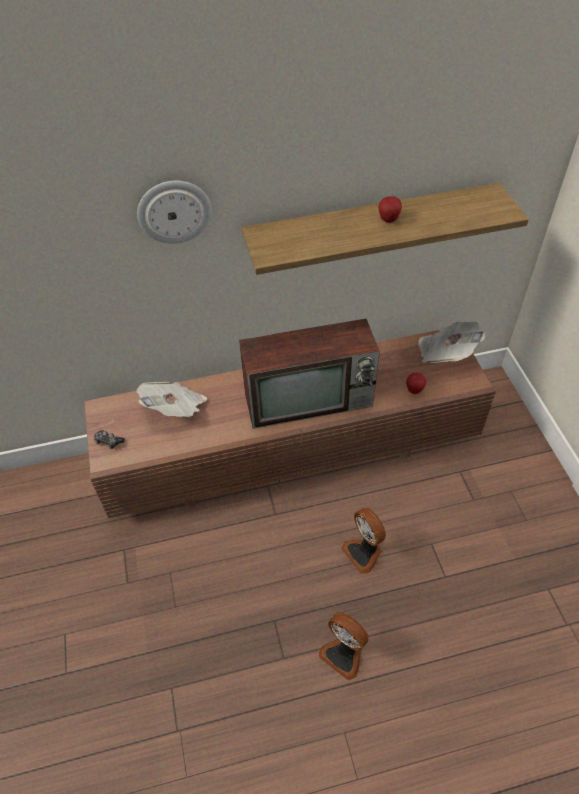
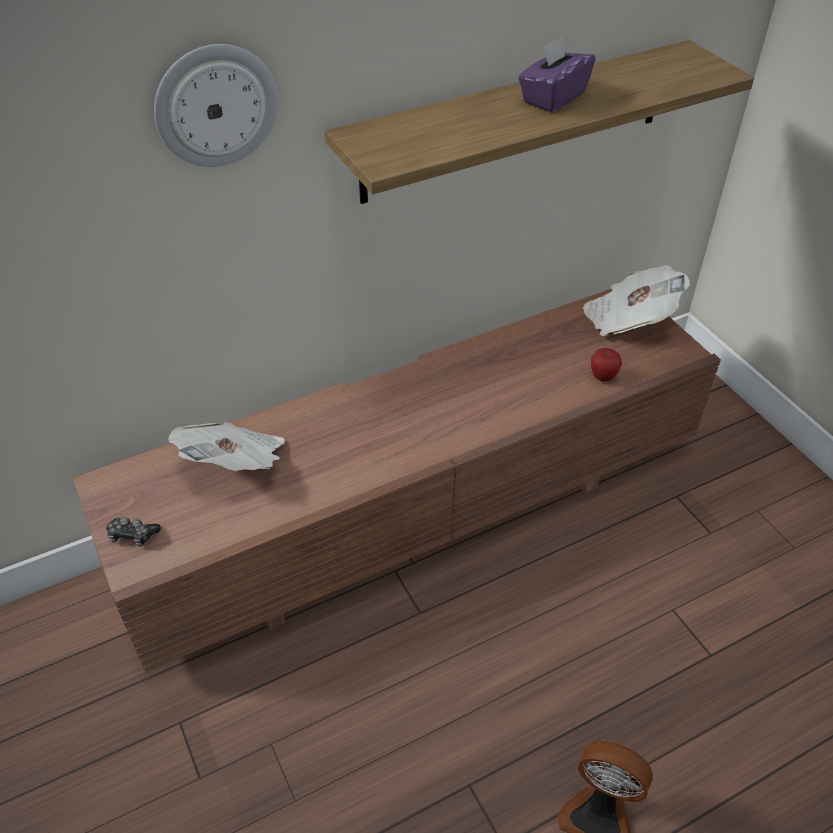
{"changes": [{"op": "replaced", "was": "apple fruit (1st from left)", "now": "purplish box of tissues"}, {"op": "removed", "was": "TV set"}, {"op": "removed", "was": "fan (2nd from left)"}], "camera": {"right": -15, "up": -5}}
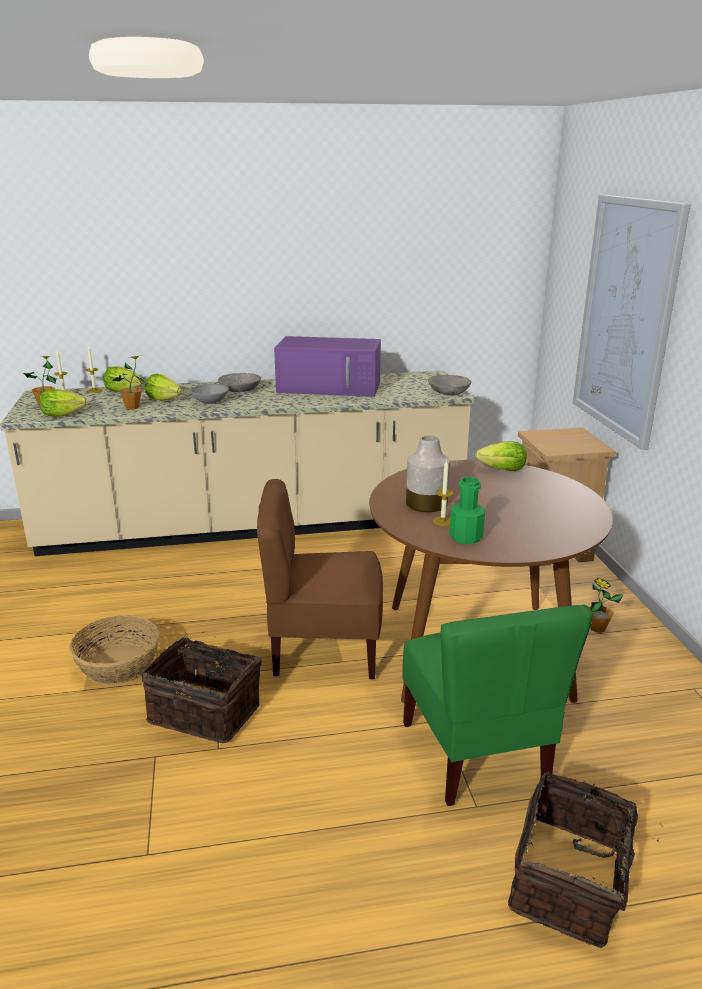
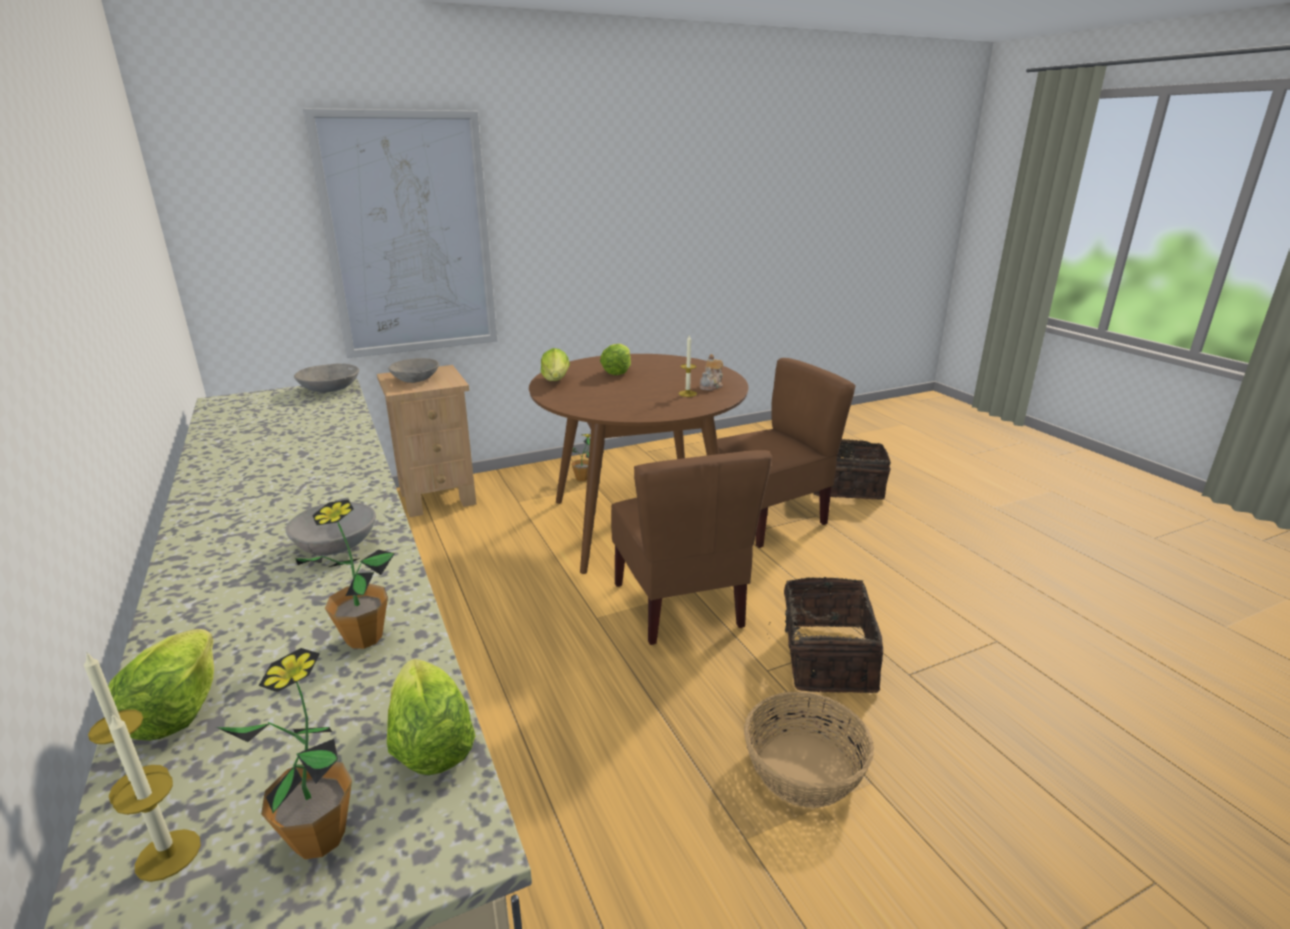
{"changes": [{"op": "moved", "was": "grey deep dish (2nd from left in the first image)", "now": "grey deep dish (3rd from left)"}, {"op": "moved", "was": "lettuce (3rd from left in the first image)", "now": "lettuce (4th from left)"}, {"op": "replaced", "was": "green beverage bottle", "now": "teapot"}, {"op": "recoloured", "was": "green chair", "now": "brownish chair (2nd from left)"}, {"op": "removed", "was": "purplish microwave oven"}, {"op": "removed", "was": "sand-coloured vase"}], "camera": {"right": -105, "up": 0}}
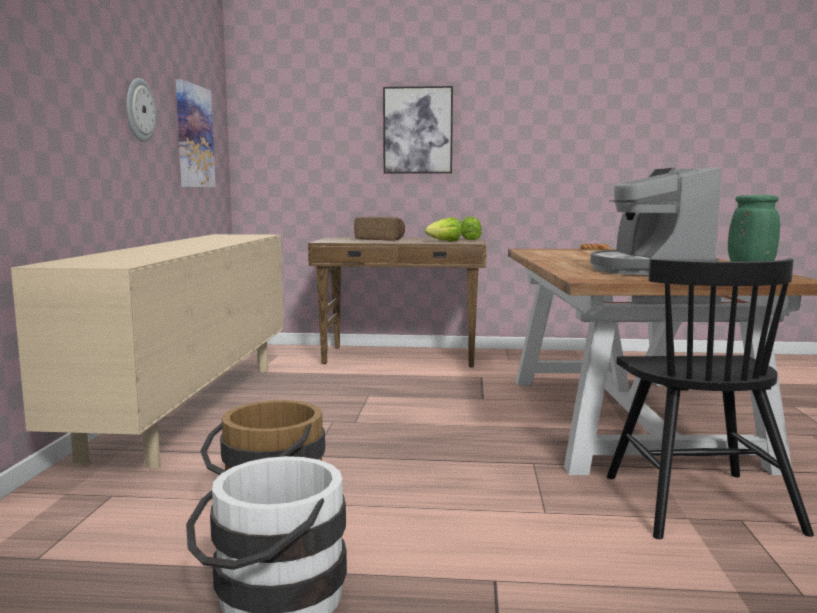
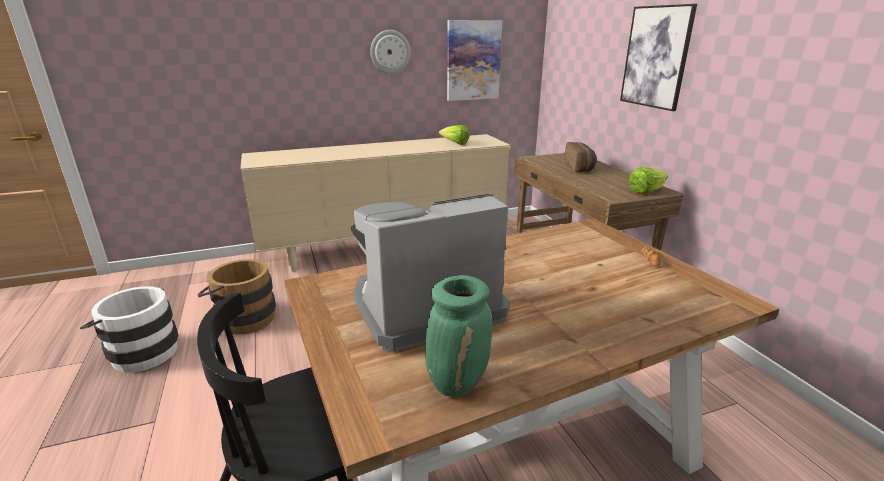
{"changes": [{"op": "moved", "was": "lettuce (1st from left)"}], "camera": {"right": 65, "up": 15}}
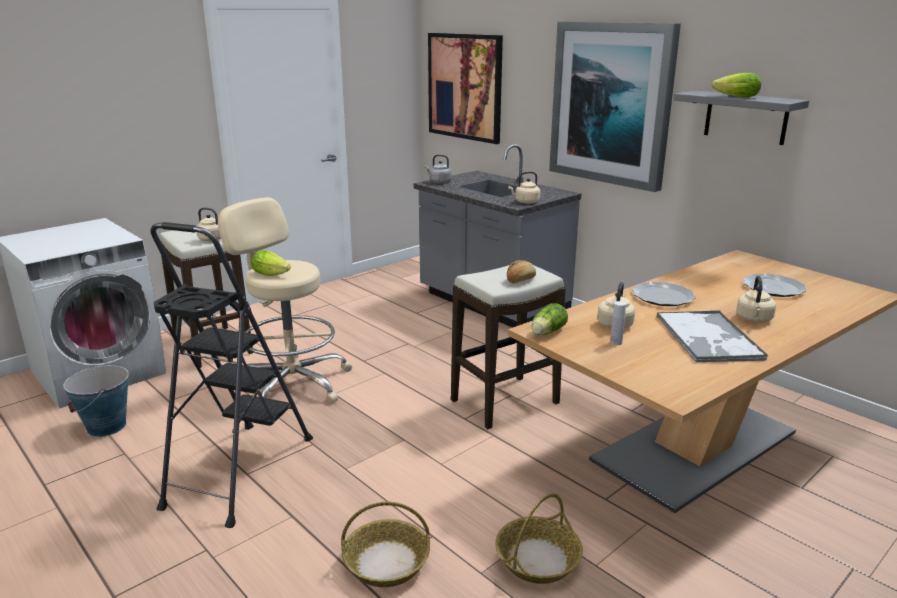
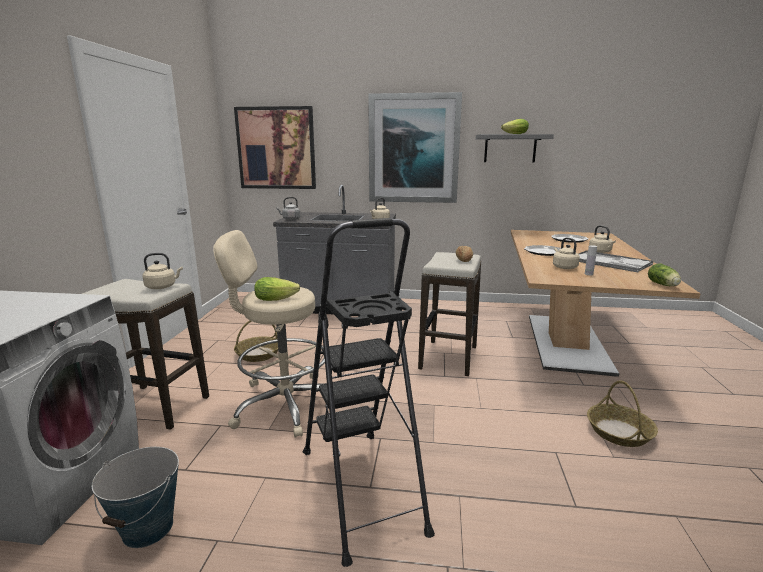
{"changes": [{"op": "moved", "was": "storage basket (1st from left)"}, {"op": "moved", "was": "lettuce (2nd from left in the first image)", "now": "lettuce (3rd from left)"}], "camera": {"right": -40, "up": -5}}
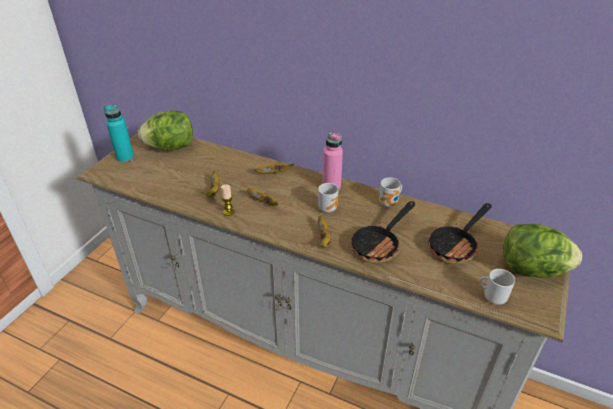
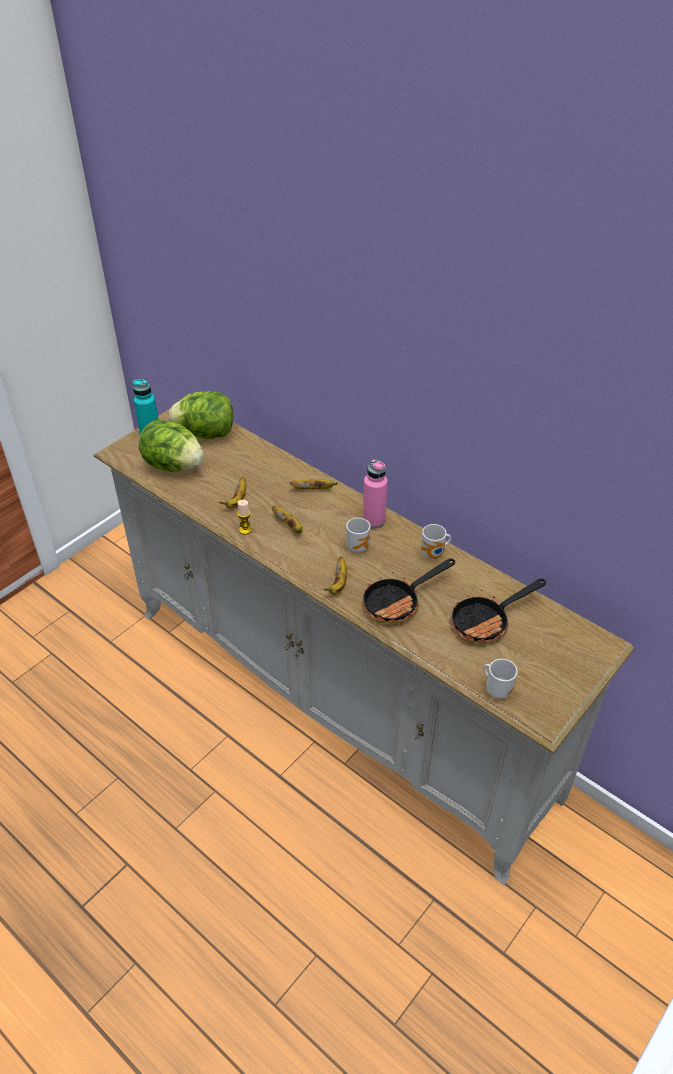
{"changes": [{"op": "moved", "was": "lettuce (2nd from left in the first image)", "now": "lettuce (1st from left)"}], "camera": {"right": 15, "up": 5}}
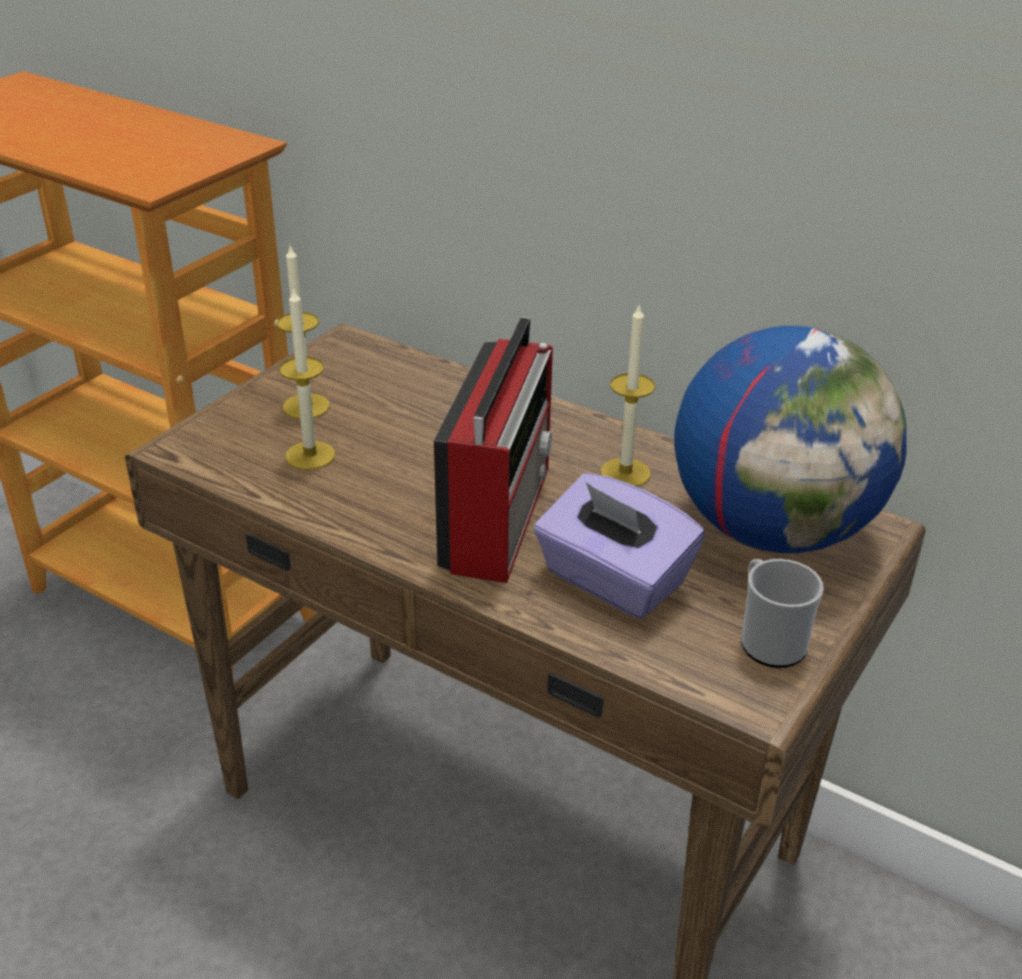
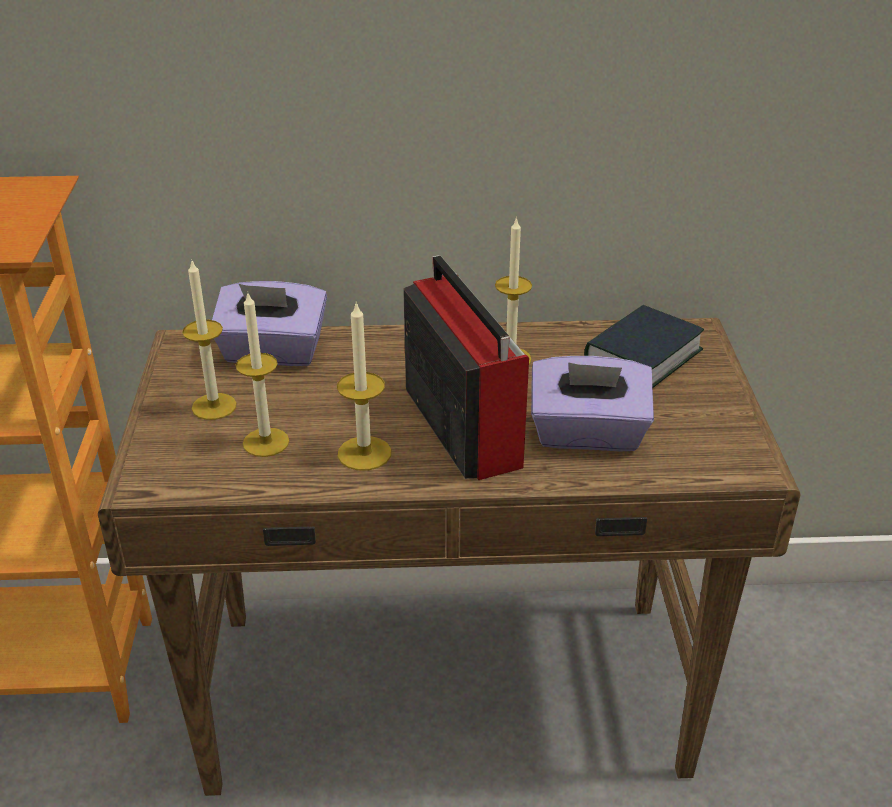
{"changes": [{"op": "added", "now": "purplish box of tissues (1st from left)"}, {"op": "added", "now": "wax candle (3rd from left)"}, {"op": "replaced", "was": "desk globe", "now": "book"}, {"op": "removed", "was": "tea mug"}], "camera": {"right": -35, "up": 0}}
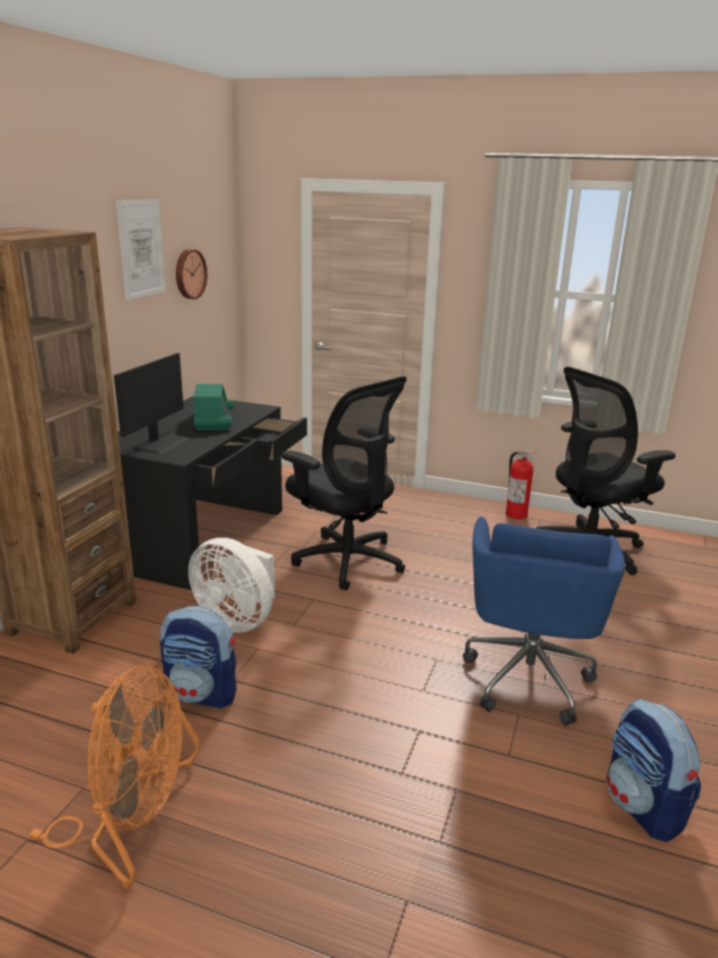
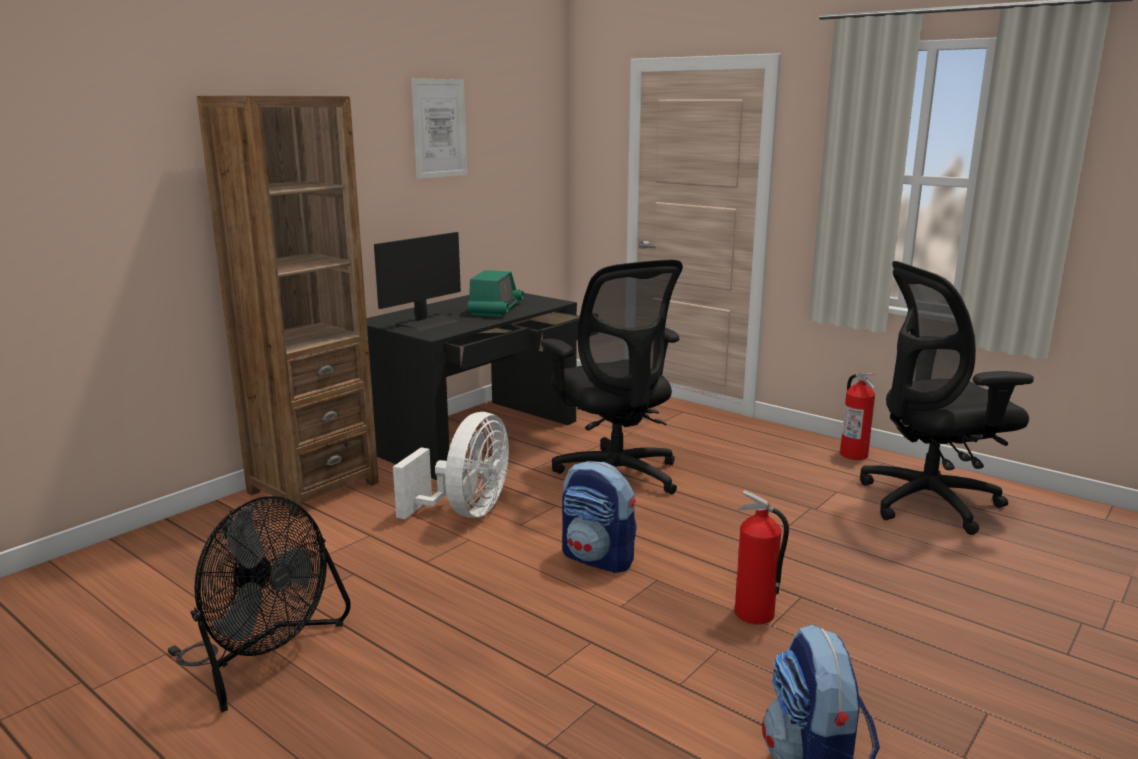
{"changes": [{"op": "recoloured", "was": "orange fan", "now": "black-coloured fan"}, {"op": "turned", "was": "white-coloured fan", "clockwise": -120}, {"op": "moved", "was": "backpack (1st from left)"}, {"op": "replaced", "was": "blue-coloured computer chair", "now": "fire-fighting cylinder (1st from left)"}, {"op": "removed", "was": "hanging clock"}], "camera": {"right": 20, "up": -5}}
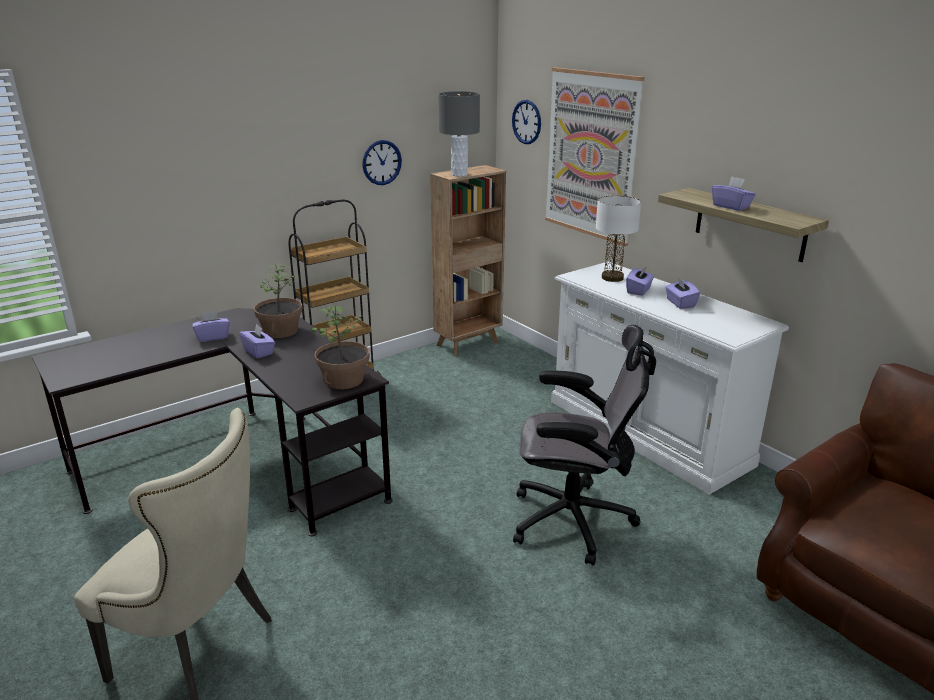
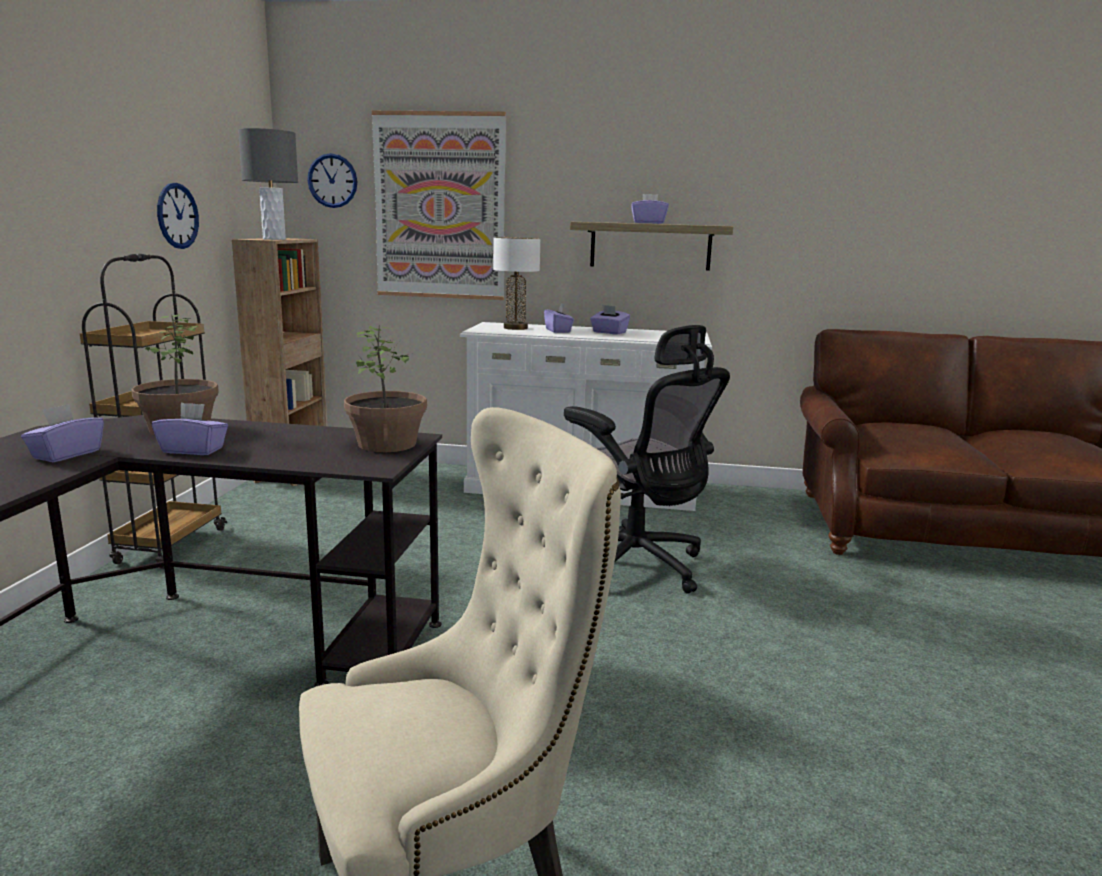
{"changes": [{"op": "turned", "was": "computer chair", "clockwise": 90}], "camera": {"right": -45, "up": -10}}
